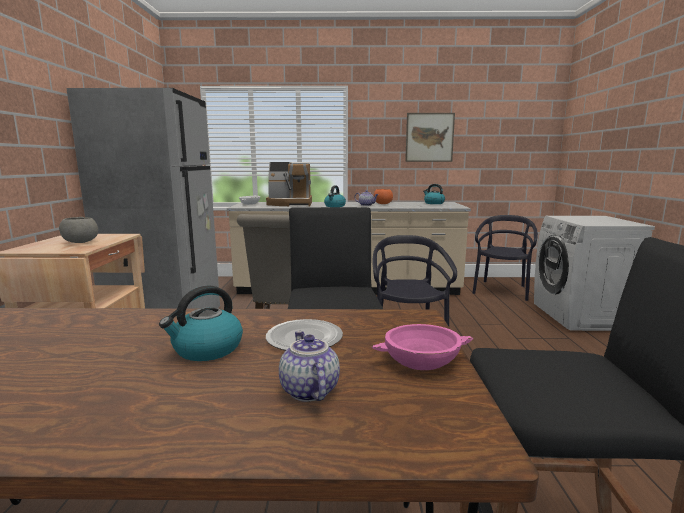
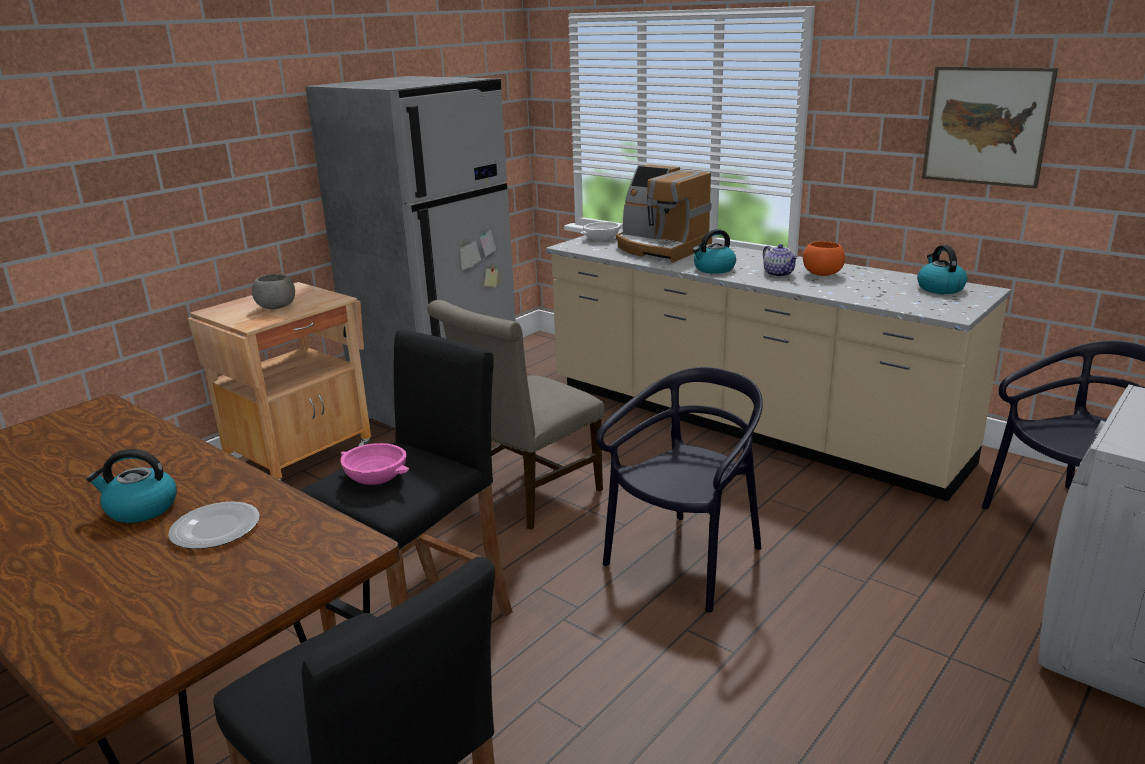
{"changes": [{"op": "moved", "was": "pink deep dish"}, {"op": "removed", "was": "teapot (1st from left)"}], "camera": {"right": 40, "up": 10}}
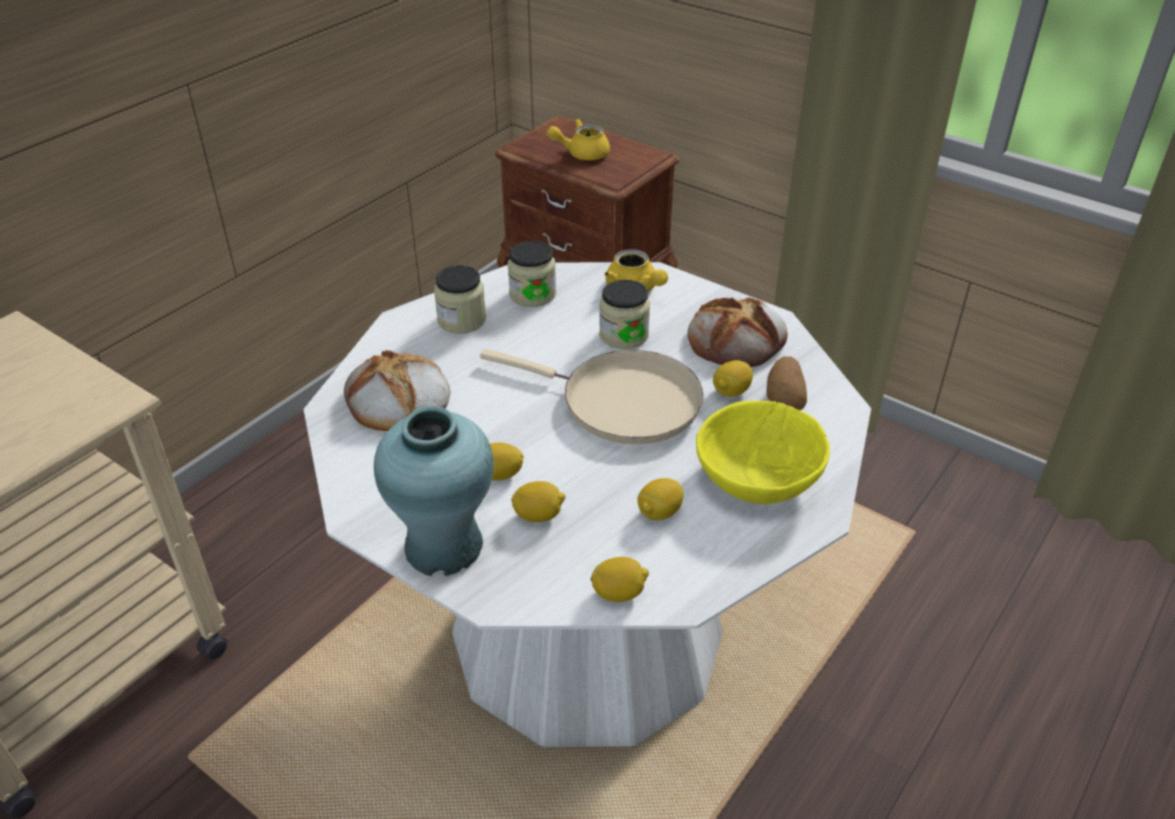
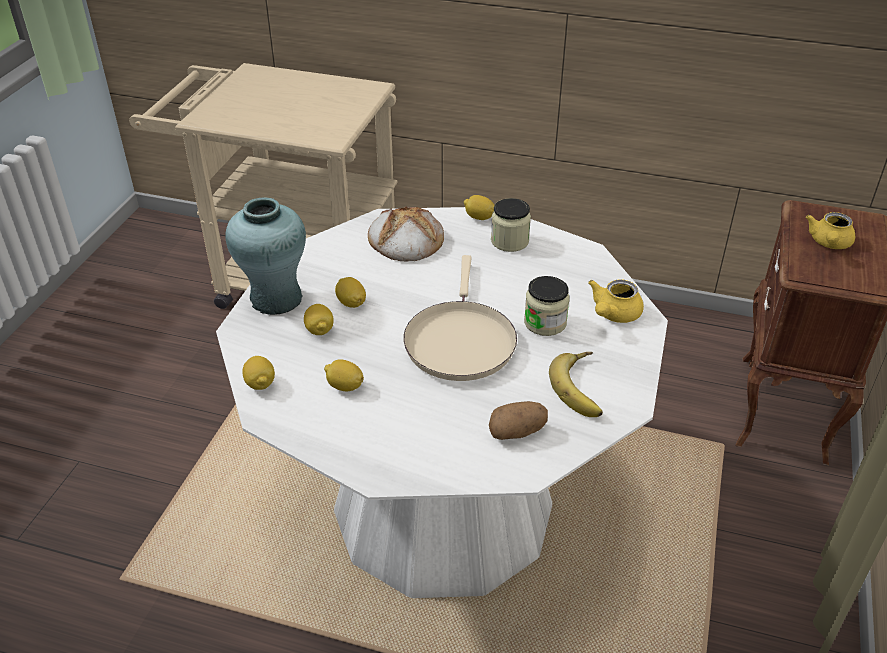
{"changes": [{"op": "moved", "was": "citrus fruit (5th from left)"}, {"op": "replaced", "was": "bread (2nd from left)", "now": "banana fruit"}, {"op": "turned", "was": "yellow-coloured teapot (1st from left in the first image)", "clockwise": -120}, {"op": "removed", "was": "preserve jar (2nd from left)"}, {"op": "removed", "was": "yellow-coloured deep dish"}], "camera": {"right": 70, "up": 0}}
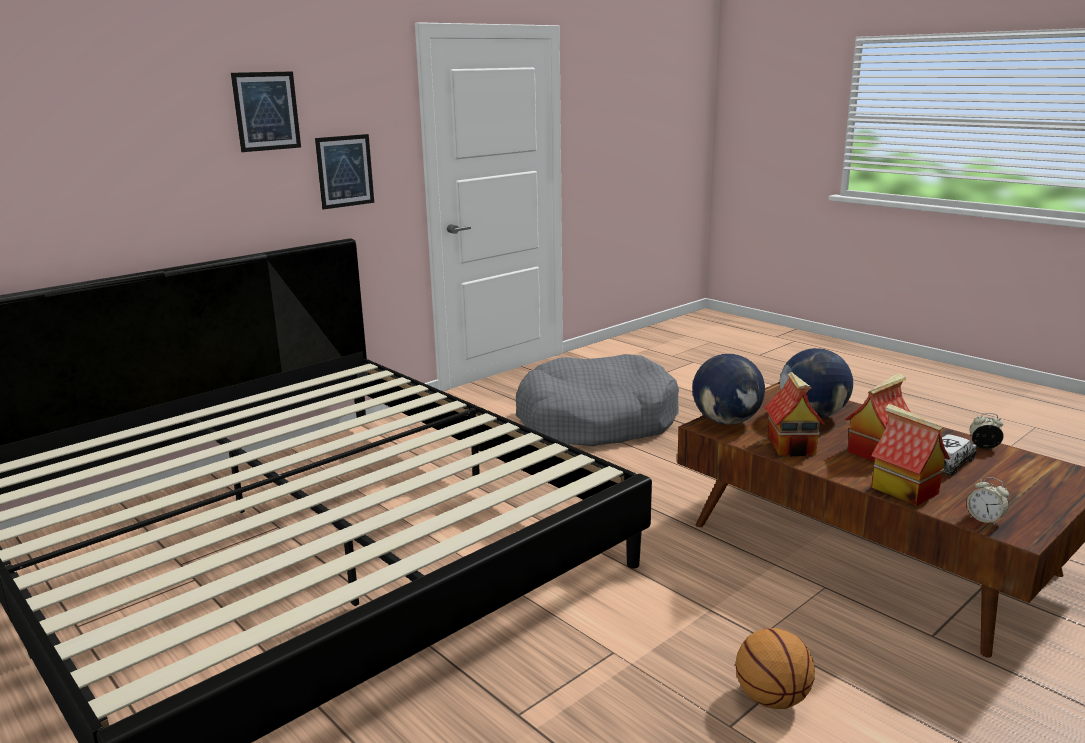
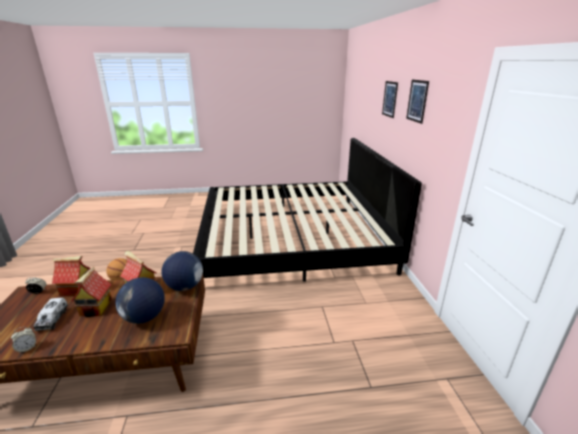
{"changes": [{"op": "moved", "was": "picture (2nd from left in the first image)", "now": "picture (1st from left)"}, {"op": "removed", "was": "grey dog bed"}], "camera": {"right": 125, "up": 5}}
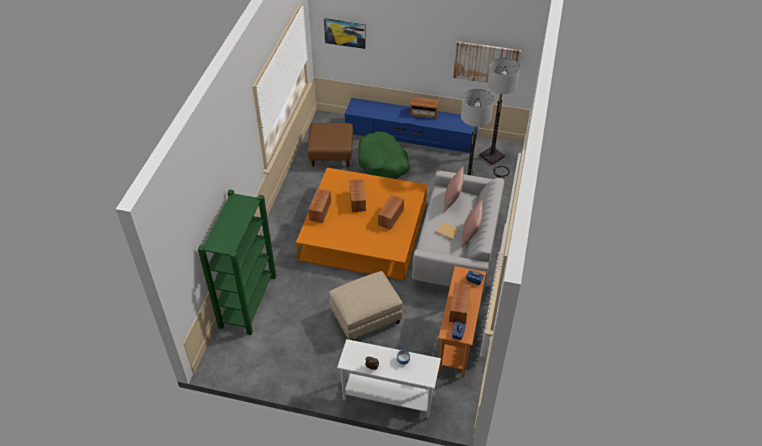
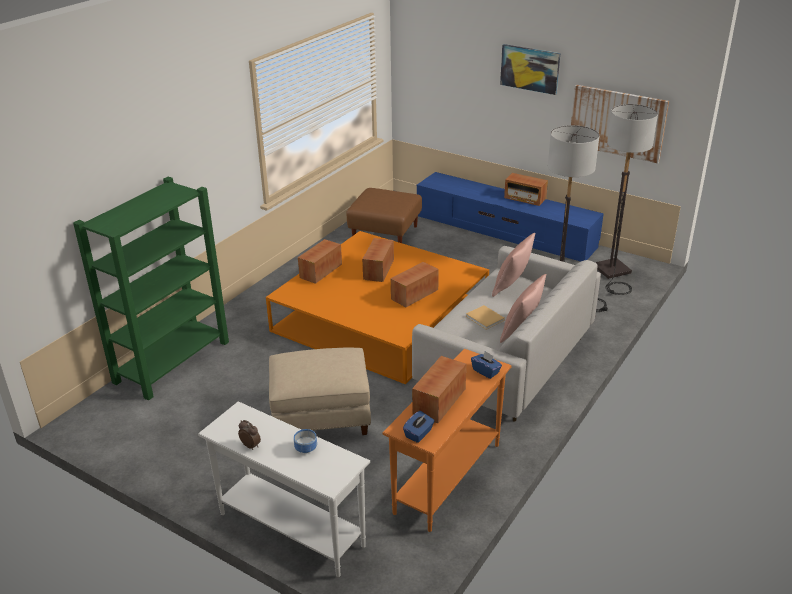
{"changes": [{"op": "moved", "was": "picture (1st from left)"}, {"op": "removed", "was": "green dog bed"}], "camera": {"right": 20, "up": -15}}
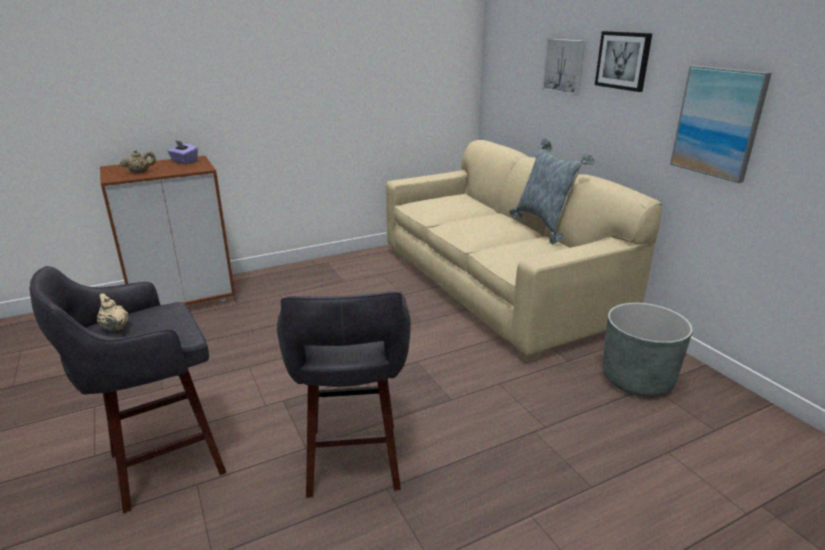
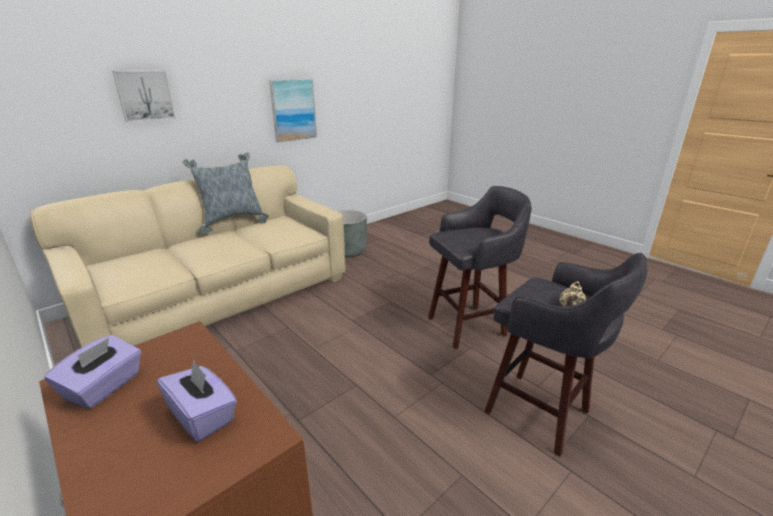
{"changes": [{"op": "replaced", "was": "sand-coloured teapot (2nd from left)", "now": "purplish box of tissues (2nd from left)"}, {"op": "removed", "was": "picture (2nd from left)"}], "camera": {"right": -105, "up": 0}}
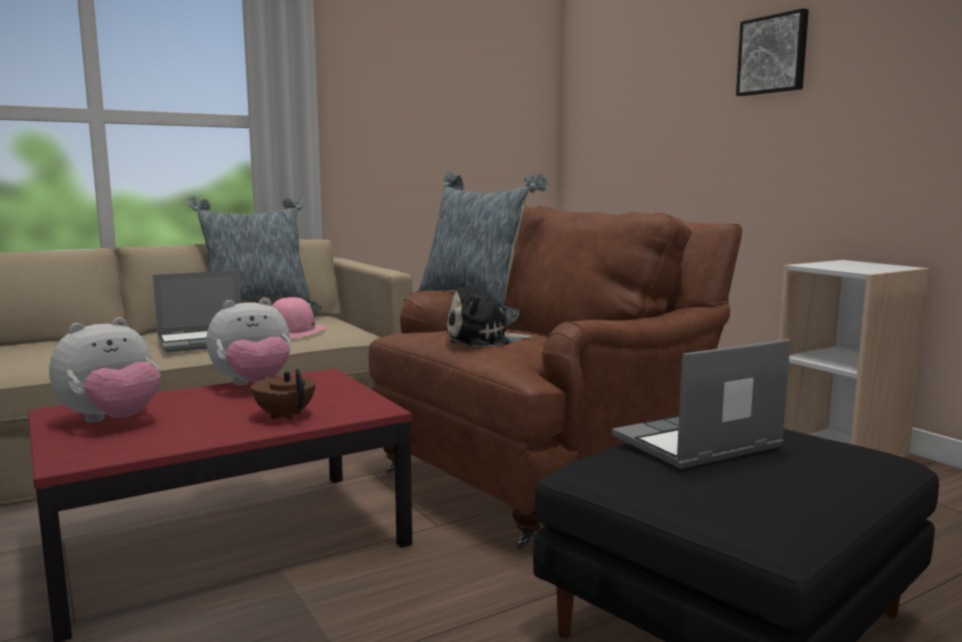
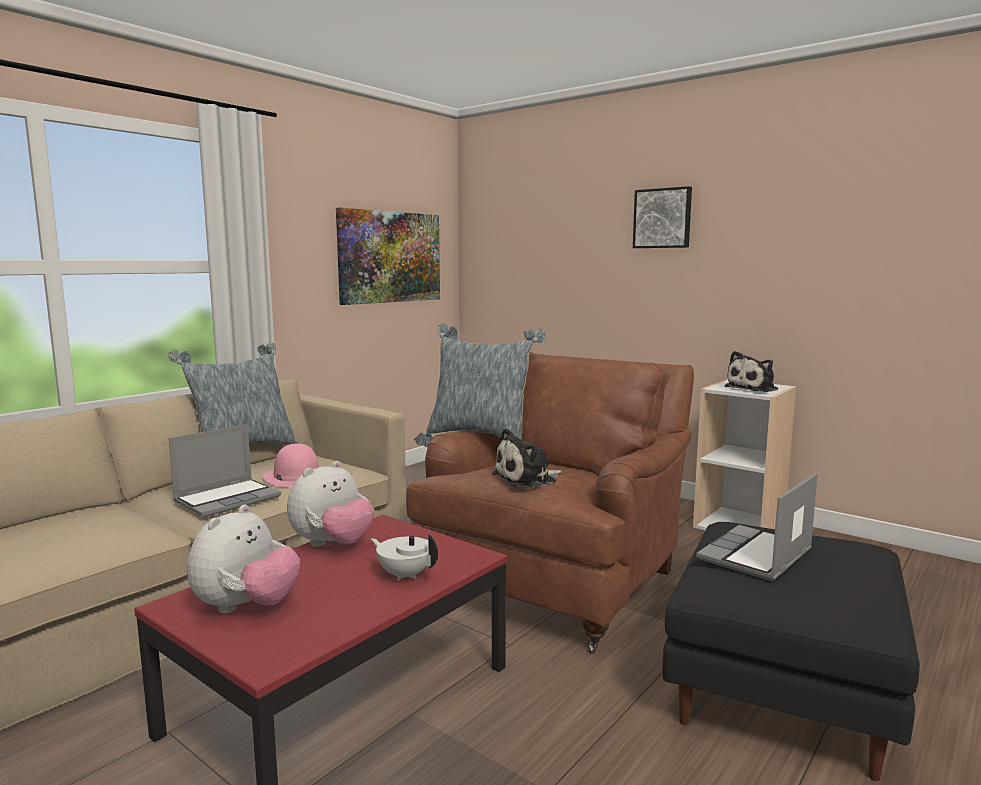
{"changes": [{"op": "added", "now": "picture (1st from left)"}, {"op": "recoloured", "was": "brownish teapot", "now": "white-coloured teapot"}, {"op": "added", "now": "plush toy (4th from left)"}], "camera": {"right": -20, "up": 0}}
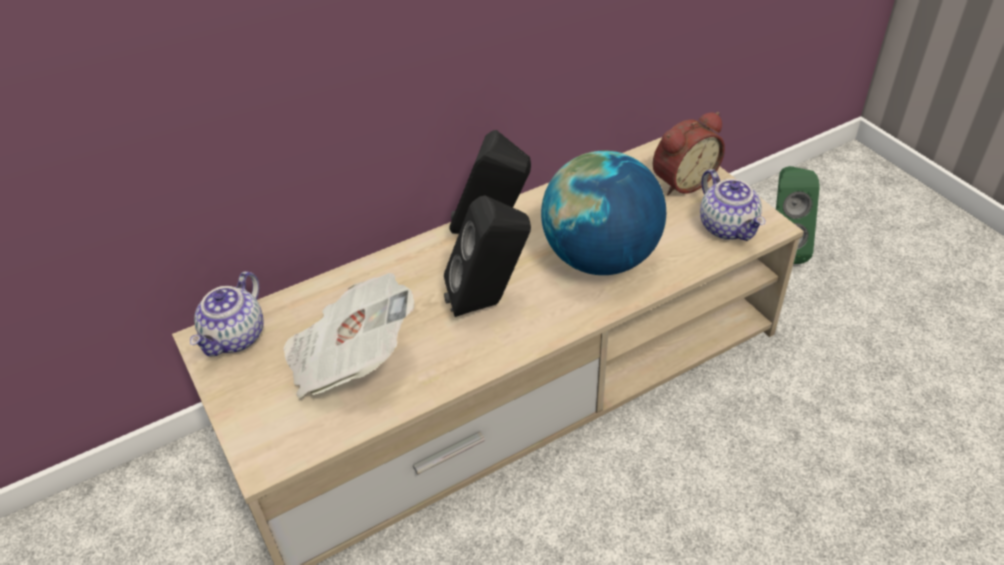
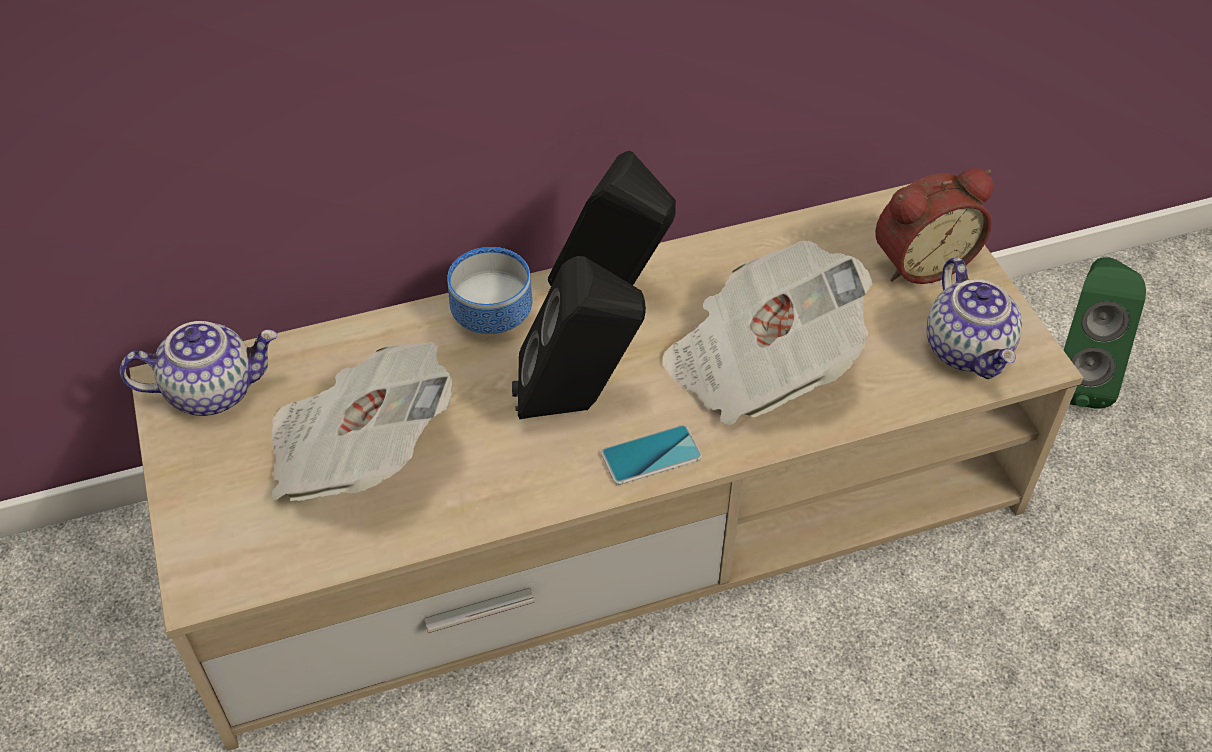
{"changes": [{"op": "turned", "was": "teapot (1st from left)", "clockwise": -135}, {"op": "added", "now": "deep dish"}, {"op": "added", "now": "telephone"}, {"op": "replaced", "was": "desk globe", "now": "printed paper (2nd from left)"}], "camera": {"right": 10, "up": 5}}
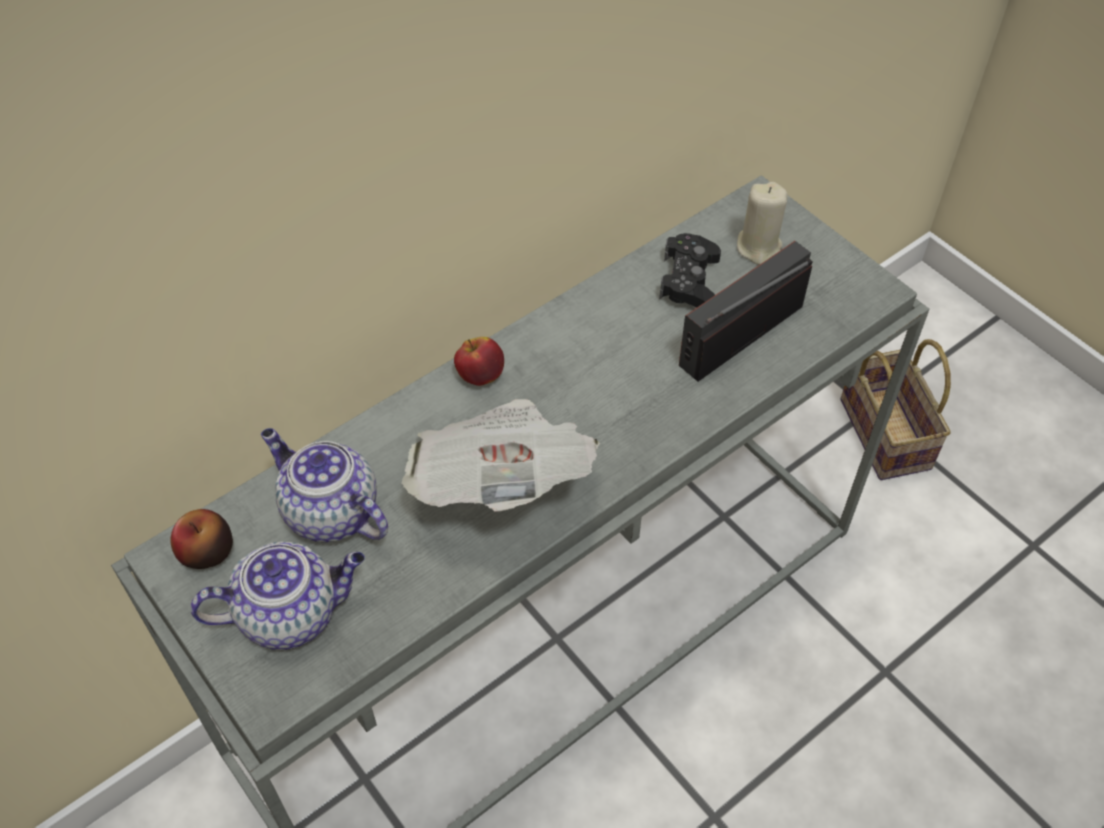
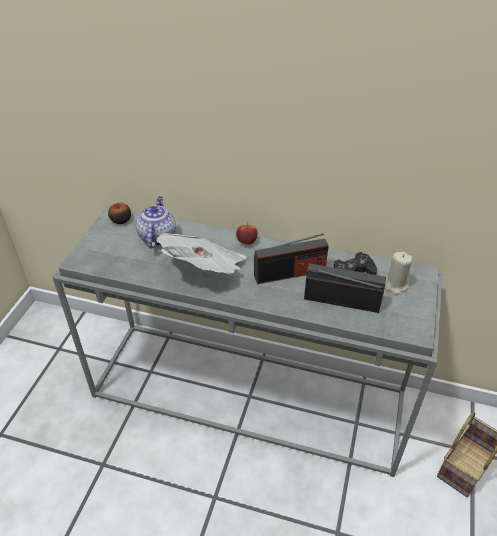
{"changes": [{"op": "added", "now": "radio (1st from left)"}, {"op": "removed", "was": "teapot (1st from left)"}], "camera": {"right": 55, "up": -10}}
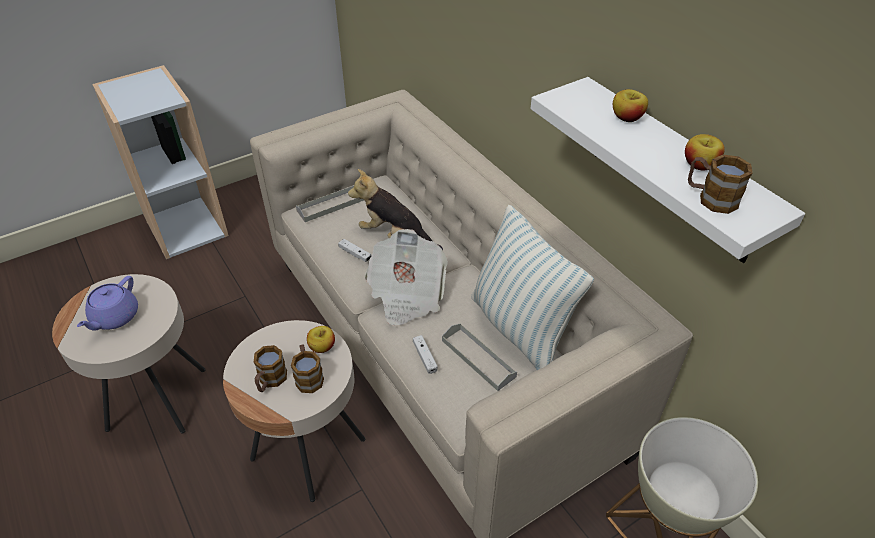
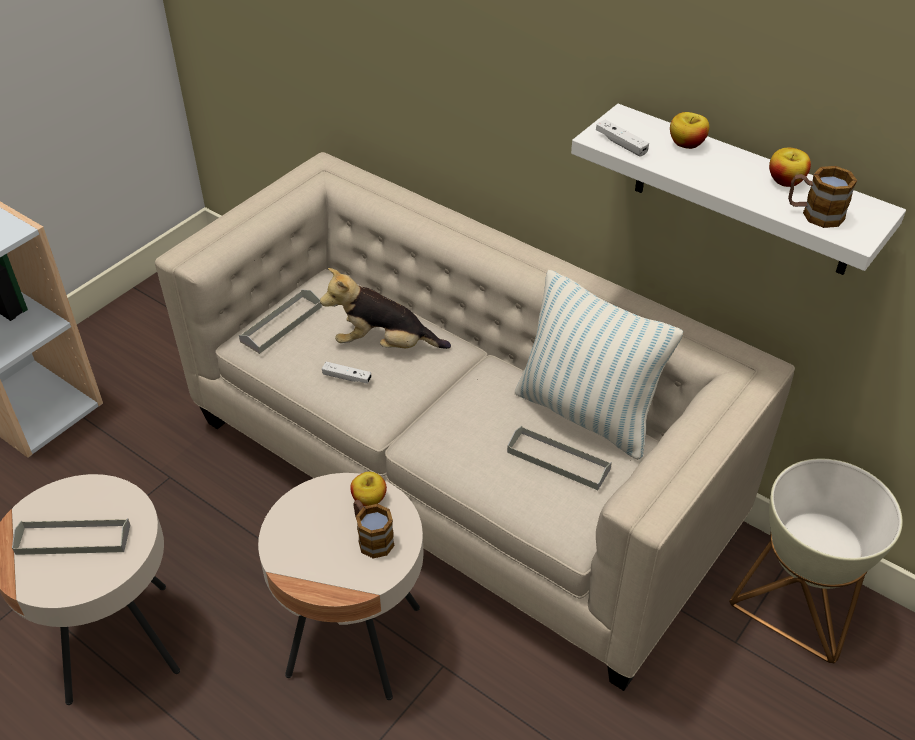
{"changes": [{"op": "replaced", "was": "purplish teapot", "now": "grey carrying tray (1st from left)"}, {"op": "moved", "was": "white-coloured gamepad (2nd from left)"}, {"op": "removed", "was": "tea mug (1st from left)"}, {"op": "removed", "was": "printed paper"}], "camera": {"right": -20, "up": 0}}
